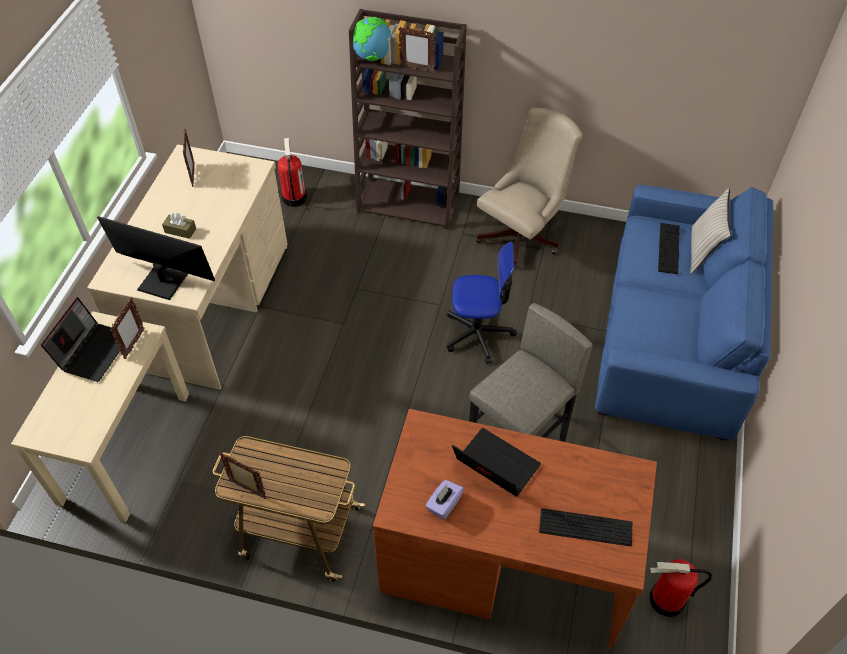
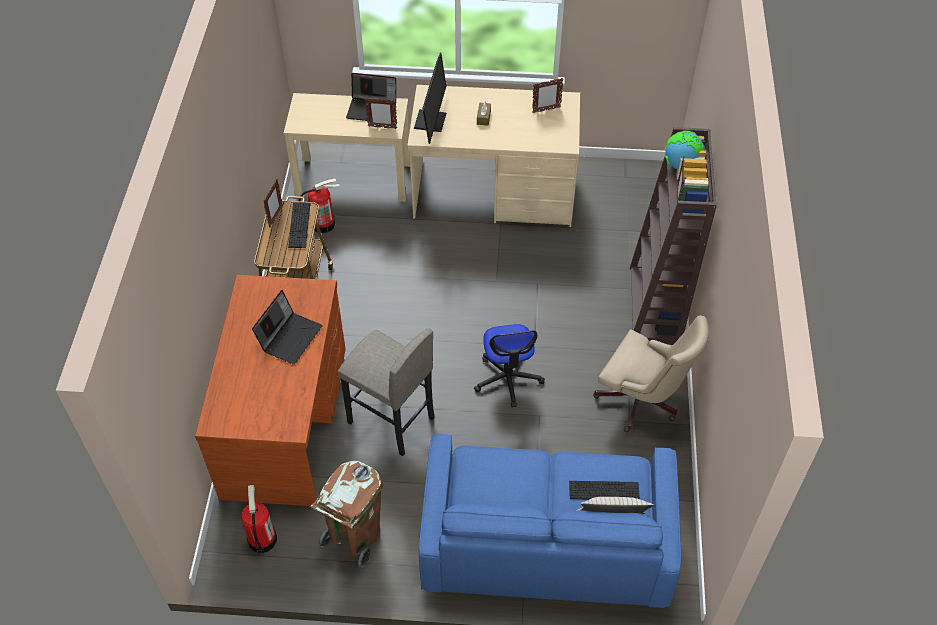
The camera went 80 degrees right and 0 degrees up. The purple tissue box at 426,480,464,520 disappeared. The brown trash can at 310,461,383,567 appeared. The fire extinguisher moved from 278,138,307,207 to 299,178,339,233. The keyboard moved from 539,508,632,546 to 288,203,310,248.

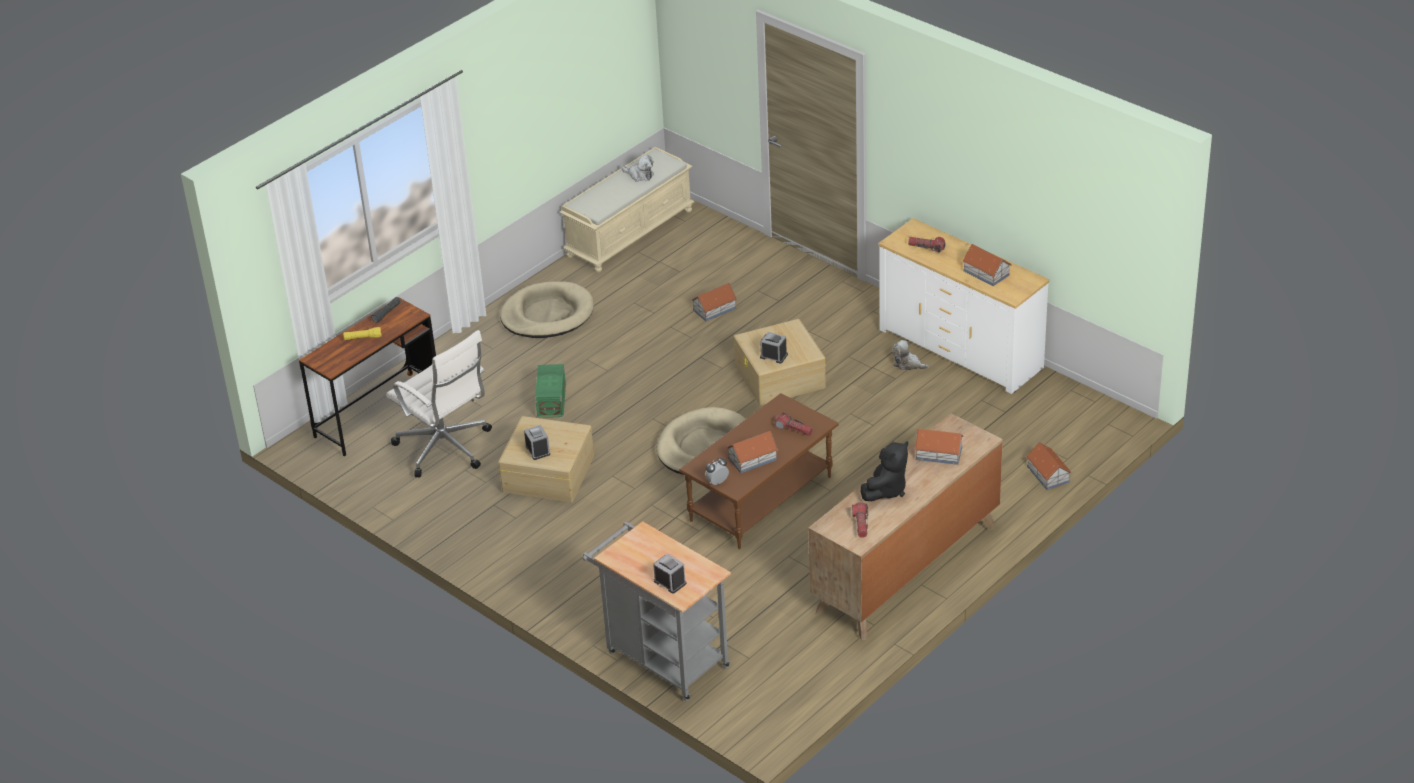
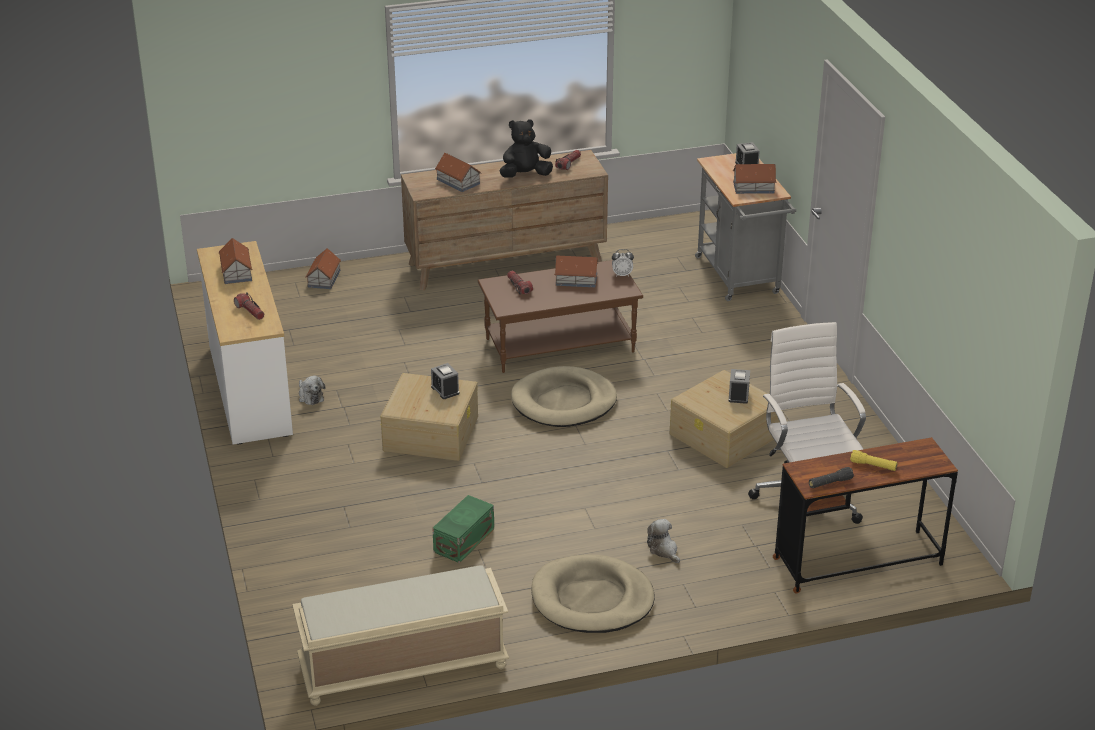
The camera went 150 degrees left and 5 degrees down. The green storage box moved from 535,364,566,418 to 432,495,494,563. The plush toy moved from 621,155,654,182 to 647,519,680,563. The toy house moved from 691,283,737,321 to 733,164,776,194.

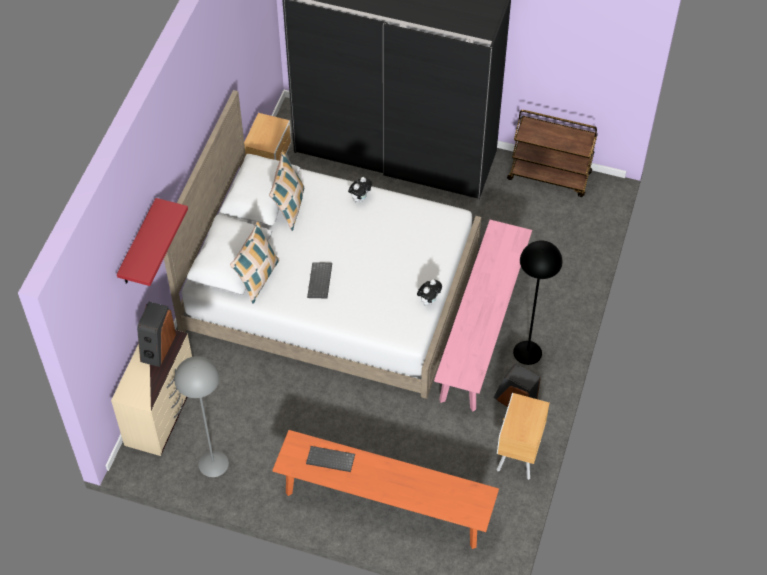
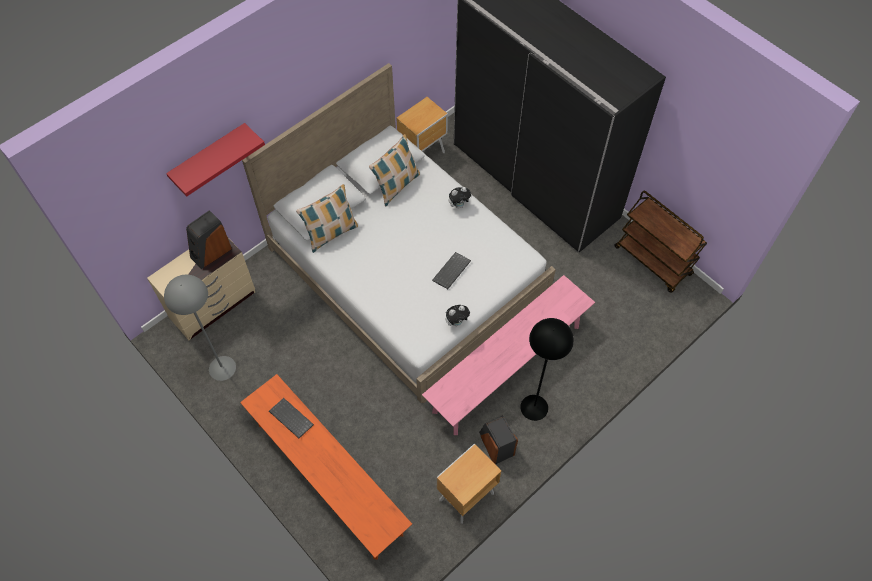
The camera went 30 degrees right and 5 degrees up. The keyboard moved from 307,262,332,298 to 432,252,471,289.

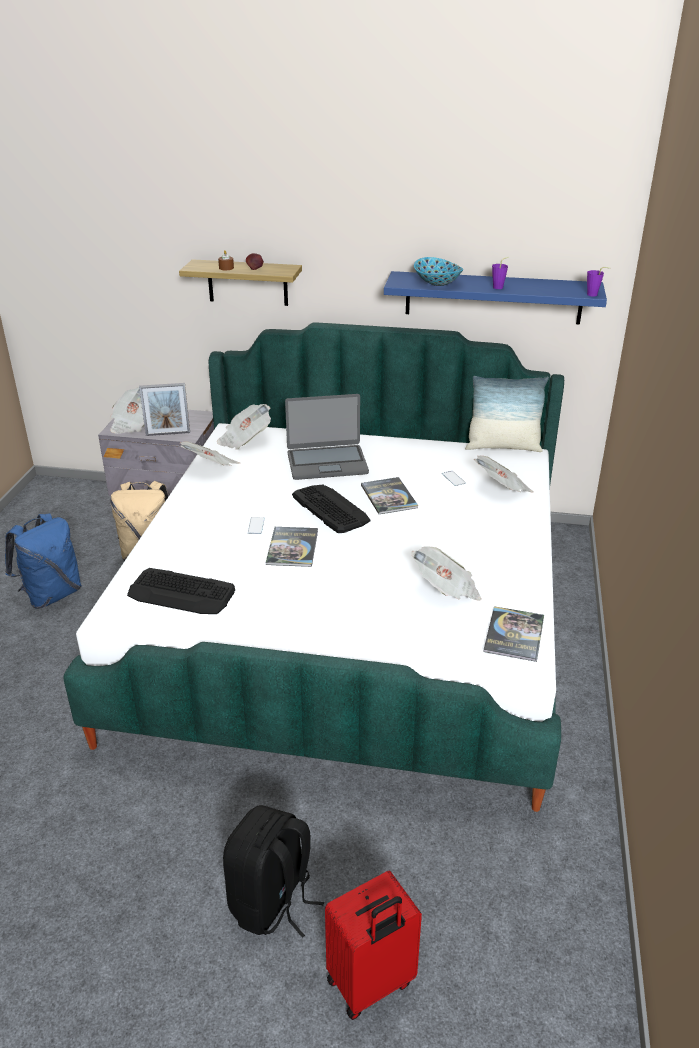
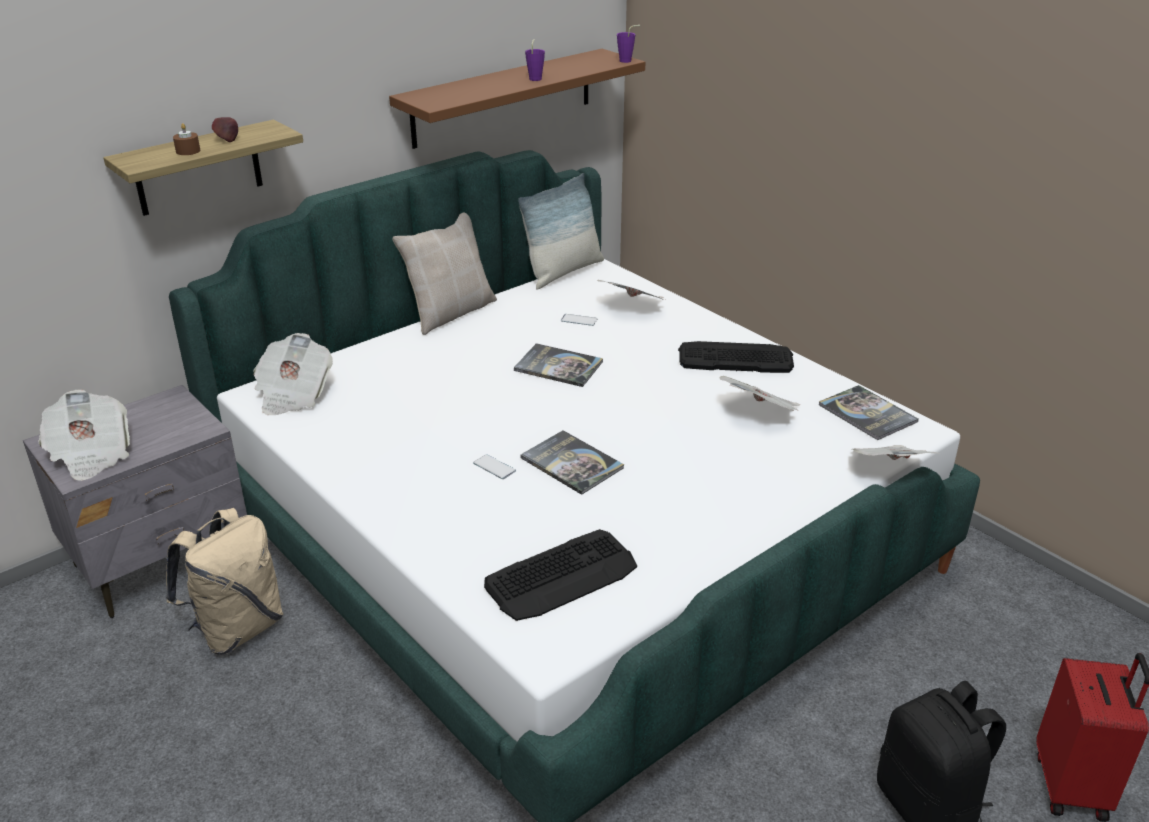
The camera went 50 degrees left and 0 degrees up. The blue backpack at 5,513,82,609 disappeared. The picture frame at 139,383,190,436 disappeared. The laptop at 285,394,369,480 disappeared. The bowl at 414,257,463,286 disappeared. The beige pillow at 392,212,497,335 appeared. The newspaper moved from 180,442,240,466 to 852,445,941,460. The keyboard moved from 292,485,370,533 to 678,341,794,373. The blue shelf at 384,271,607,325 became the brown shelf at 389,49,645,149.

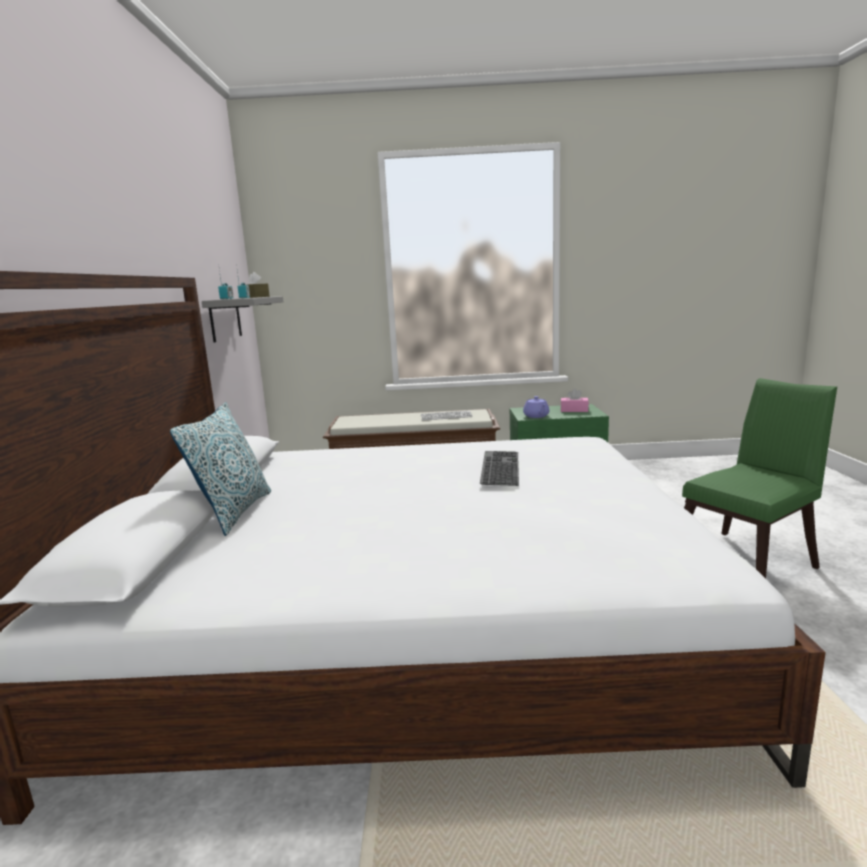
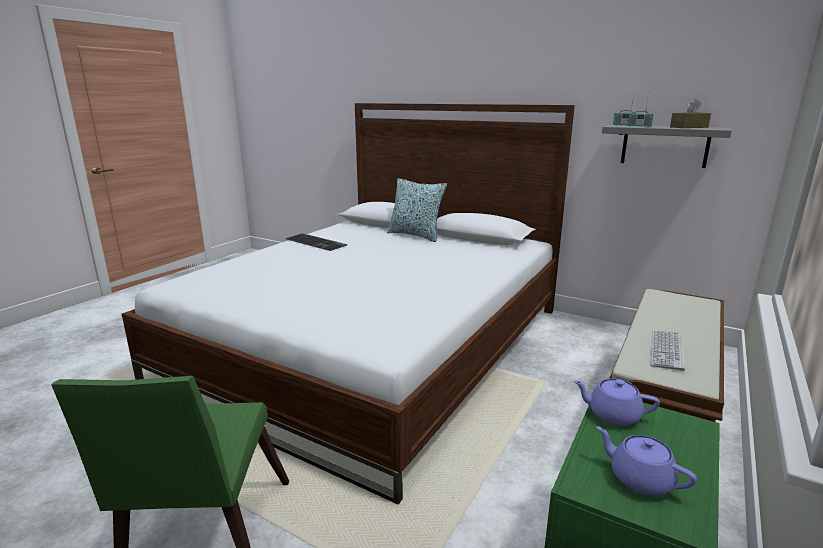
The camera went 120 degrees right and 5 degrees up. The keyboard moved from 480,451,519,486 to 286,233,347,251. The pink tissue box at 560,388,589,412 was replaced by the purple teapot at 596,426,697,496.

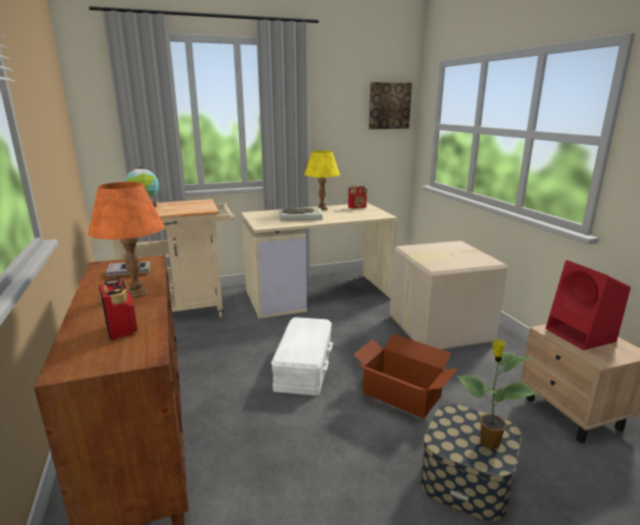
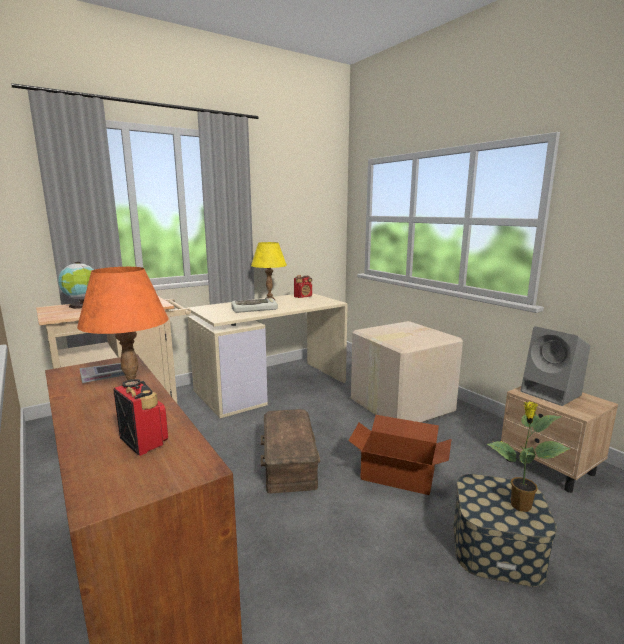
The camera went 15 degrees left and 5 degrees down. The picture at 369,82,412,129 disappeared. The white storage box at 271,317,333,396 became the brown storage box at 261,409,320,494. The red speaker at 546,260,631,350 became the grey speaker at 520,326,590,406.

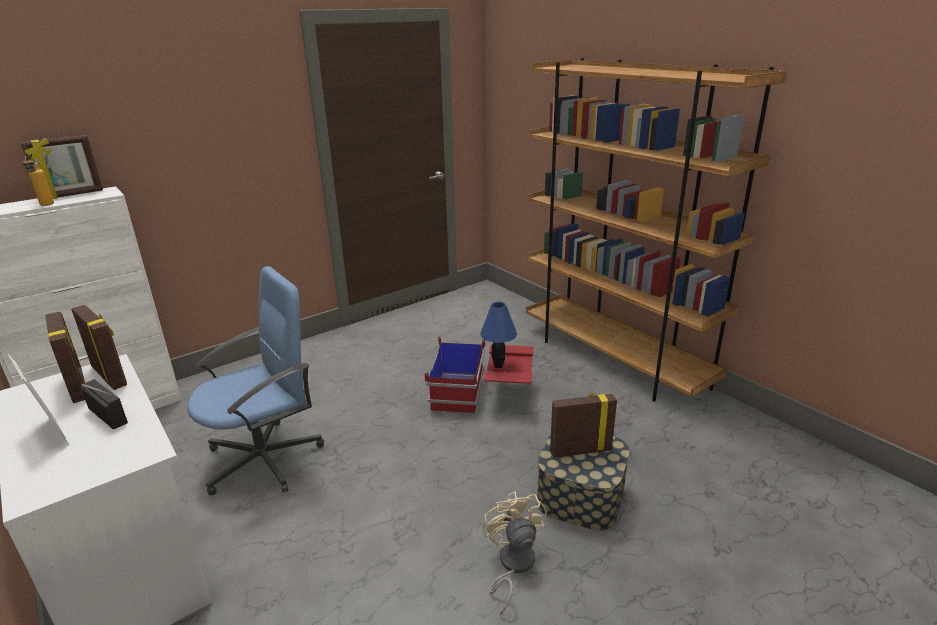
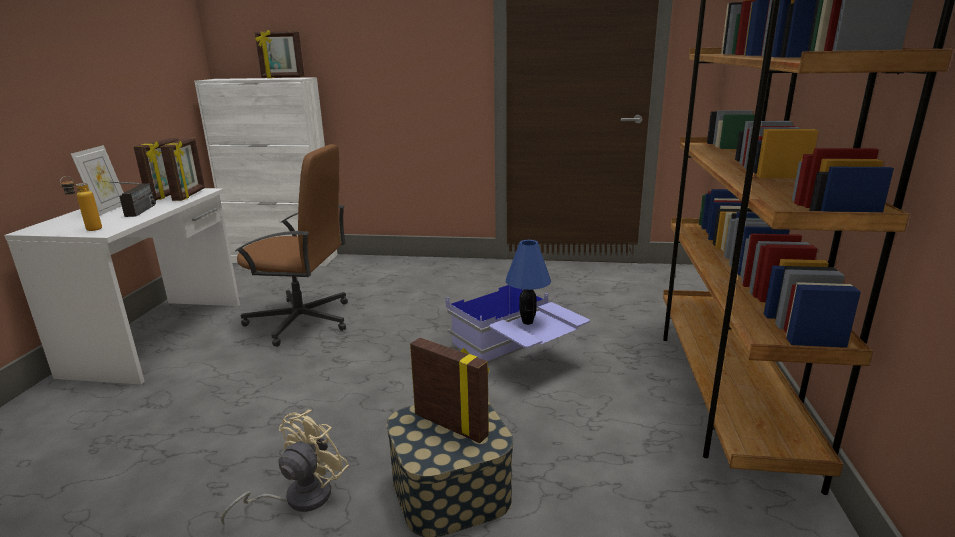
The camera went 45 degrees right and 5 degrees down. The bottle moved from 22,155,54,206 to 60,176,102,231. The blue office chair at 187,266,324,496 became the brown office chair at 235,144,348,347. The red storage box at 425,337,534,414 became the blue storage box at 445,285,590,363.

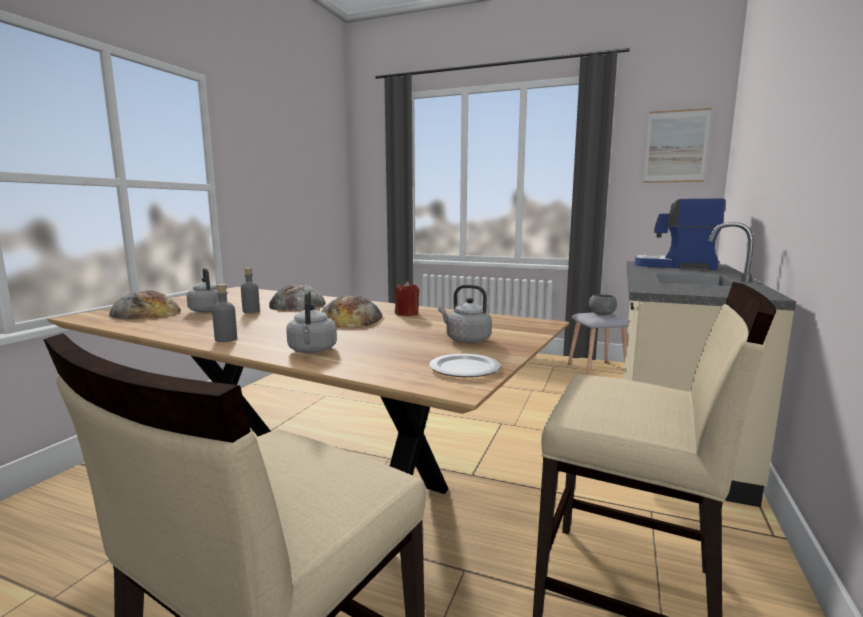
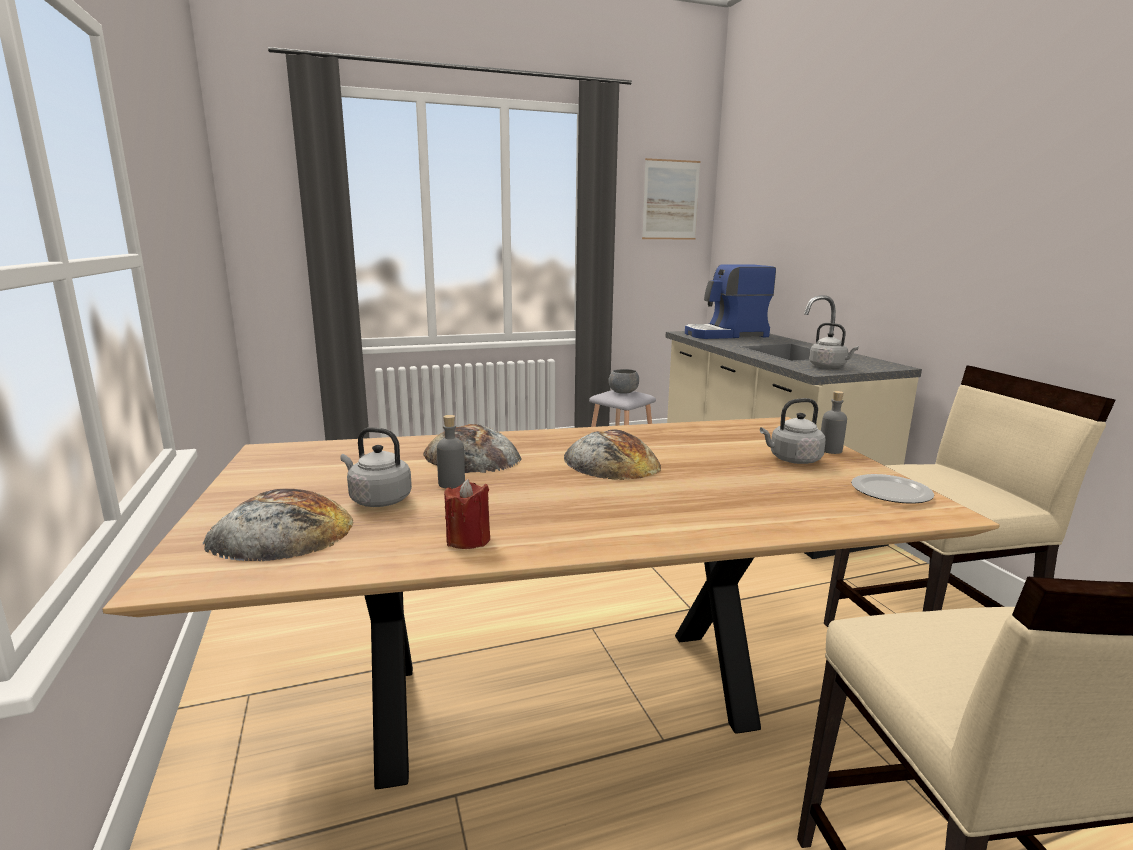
The camera went 40 degrees left and 5 degrees up. The grey bottle moved from 212,284,237,342 to 821,391,847,454. The grey kettle moved from 286,290,337,353 to 809,323,859,368. The red candle moved from 395,281,419,316 to 444,479,490,549.

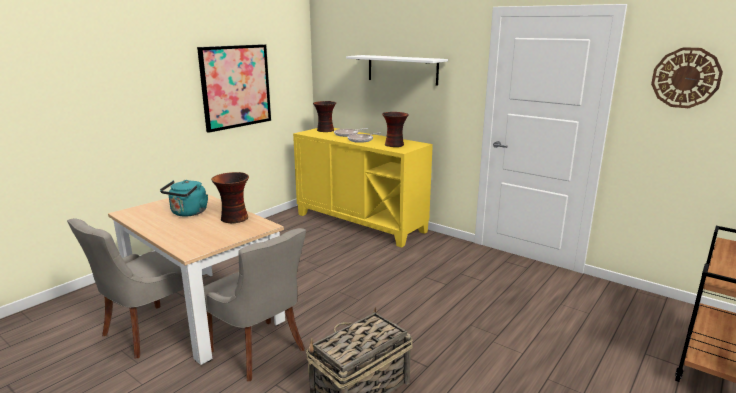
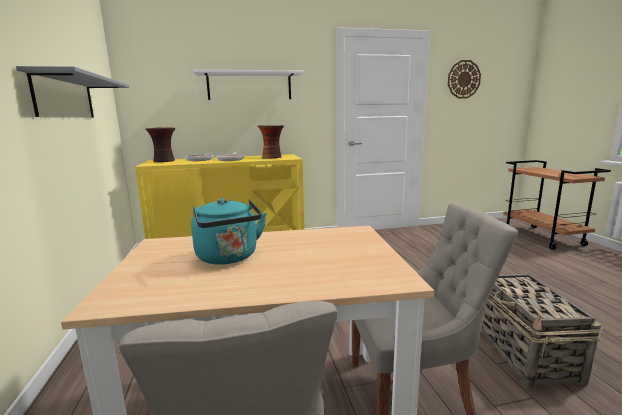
The camera went 50 degrees left and 5 degrees down. The vase at 211,172,249,223 disappeared. The picture at 197,44,271,133 was replaced by the grey shelf at 16,66,129,118.

